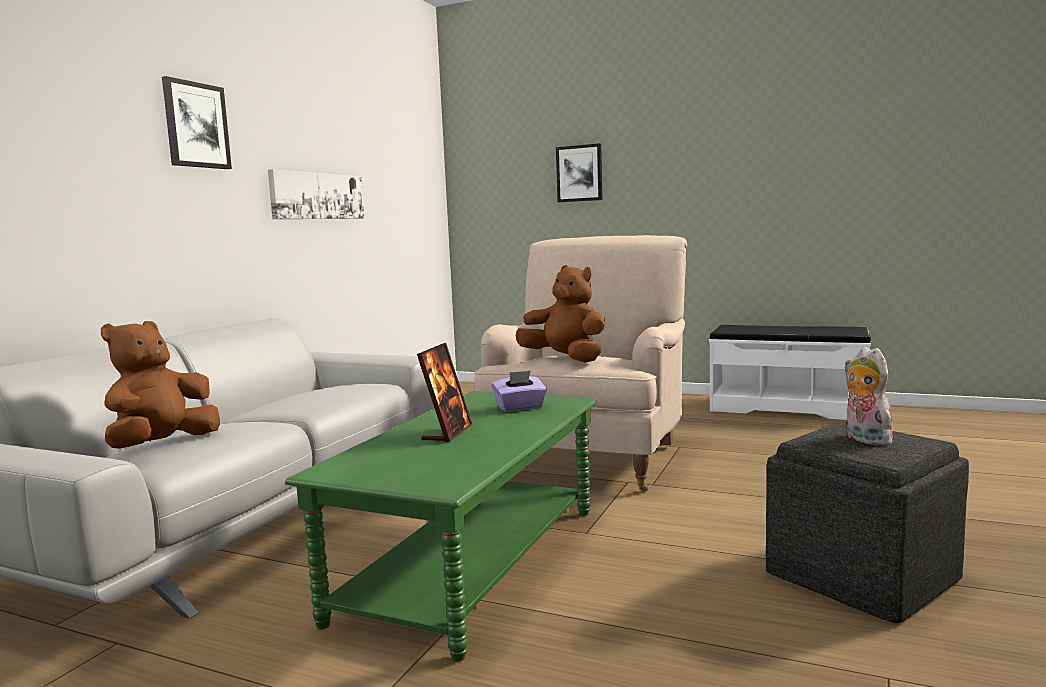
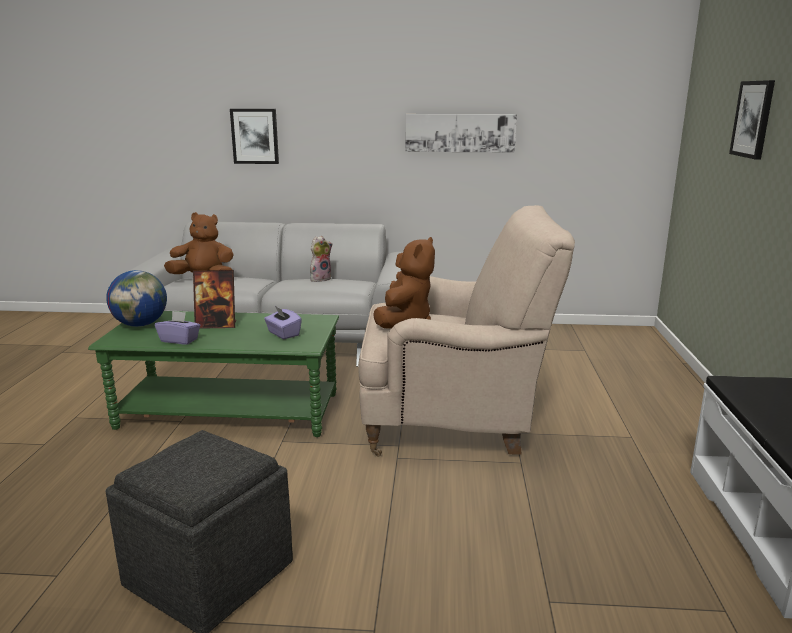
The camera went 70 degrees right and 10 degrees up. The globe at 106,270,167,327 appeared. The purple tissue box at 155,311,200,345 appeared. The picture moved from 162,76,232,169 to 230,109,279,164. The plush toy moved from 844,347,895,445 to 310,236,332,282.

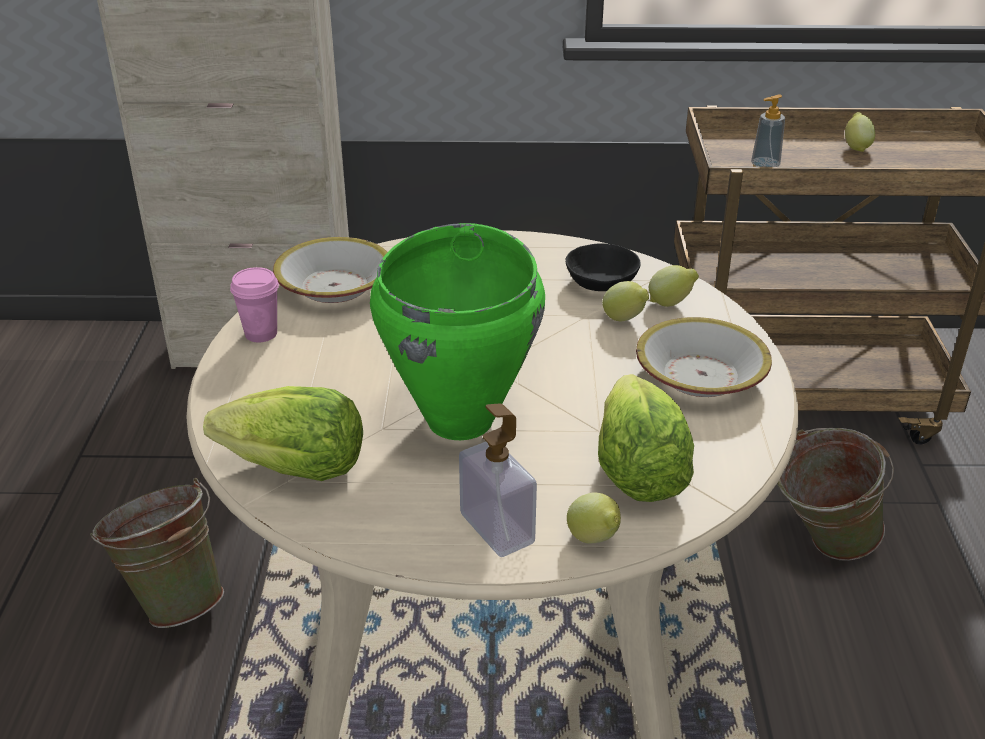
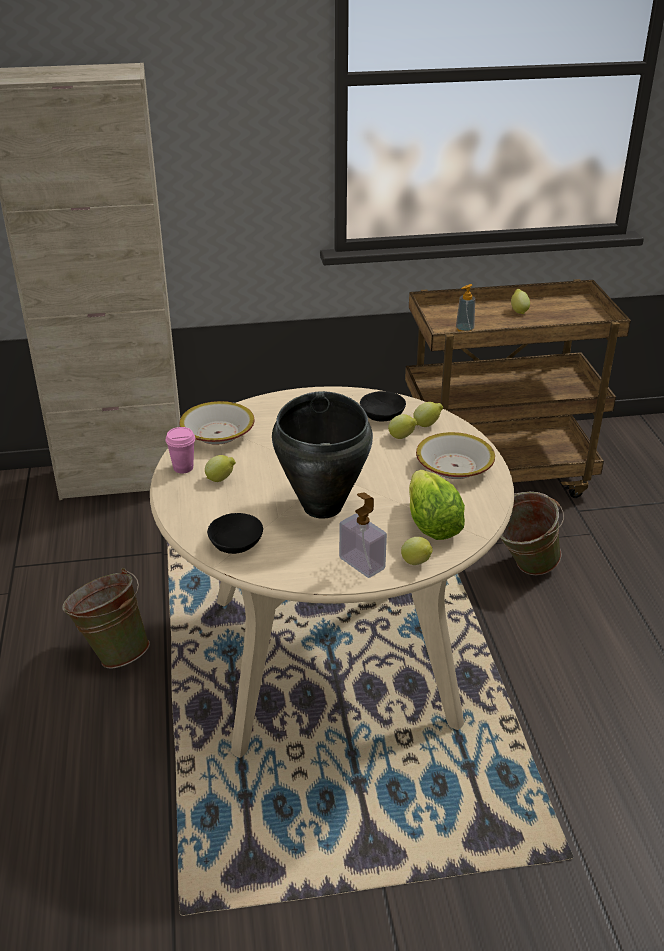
The camera went 10 degrees left and 0 degrees up. The lemon at 205,455,236,482 appeared. The lettuce at 203,386,363,481 was replaced by the black bowl at 207,513,263,554. The green cooking pot at 370,223,545,440 became the black cooking pot at 272,391,373,519.

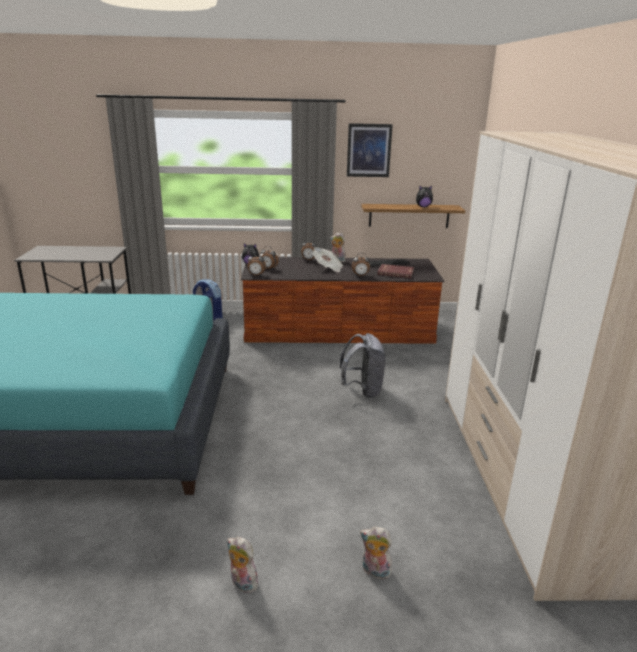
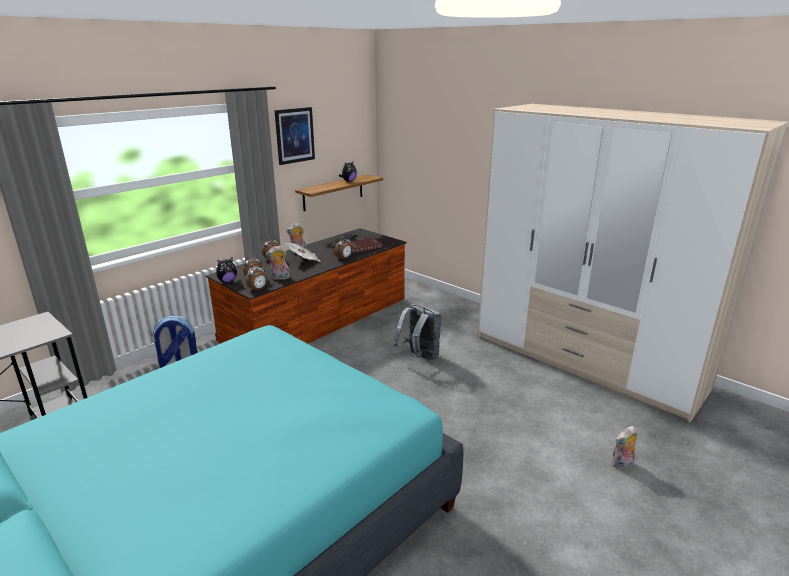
The camera went 45 degrees left and 0 degrees up. The plush toy moved from 227,537,258,593 to 266,245,290,280.

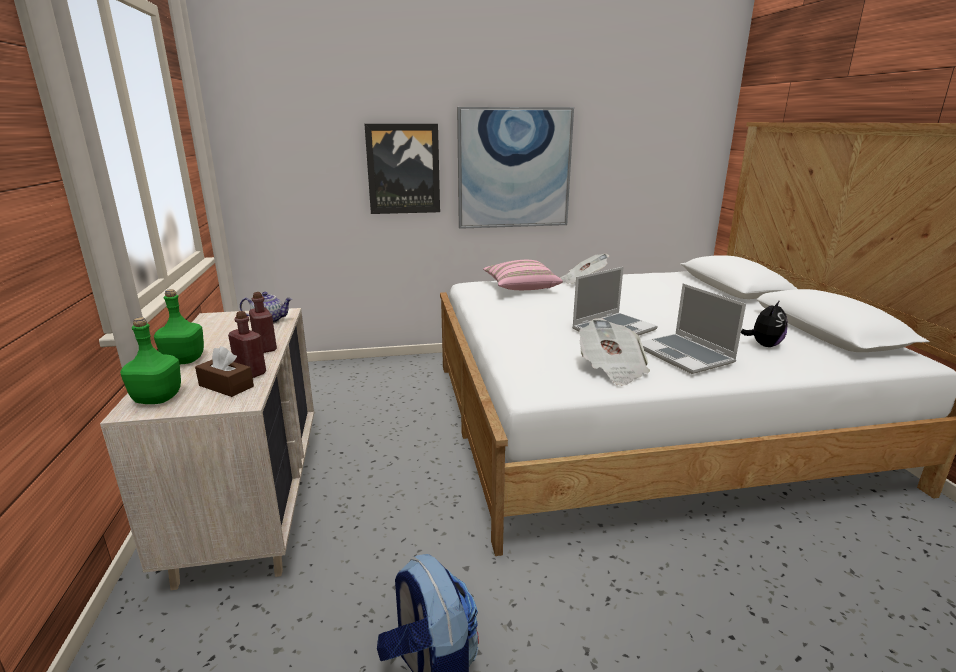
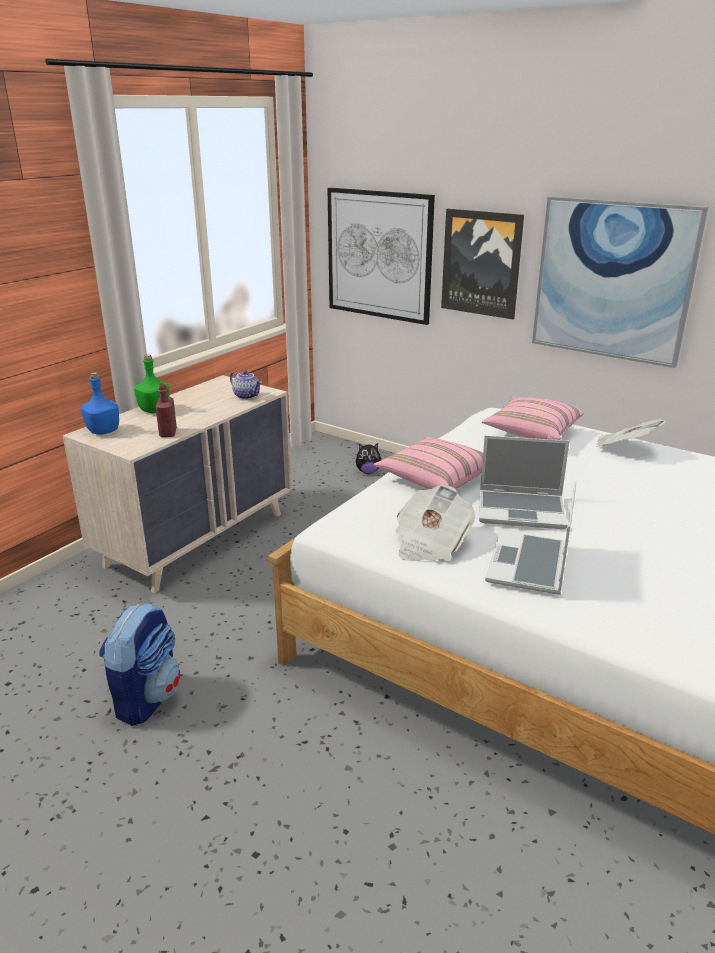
The camera went 45 degrees right and 5 degrees up. The brown tissue box at 195,346,254,397 disappeared. The red bottle at 249,292,277,353 disappeared. The picture at 327,188,435,325 appeared. The pink pillow at 374,437,483,489 appeared. The plush toy moved from 741,300,788,347 to 356,443,382,474. The green bottle at 120,317,181,404 became the blue bottle at 81,372,119,435.

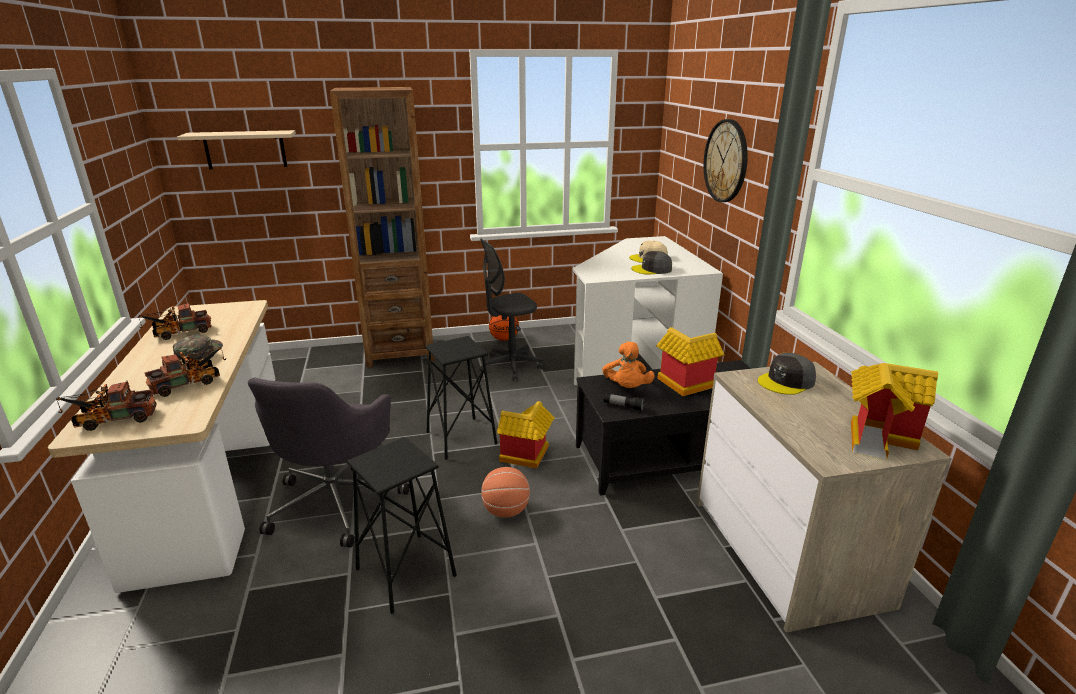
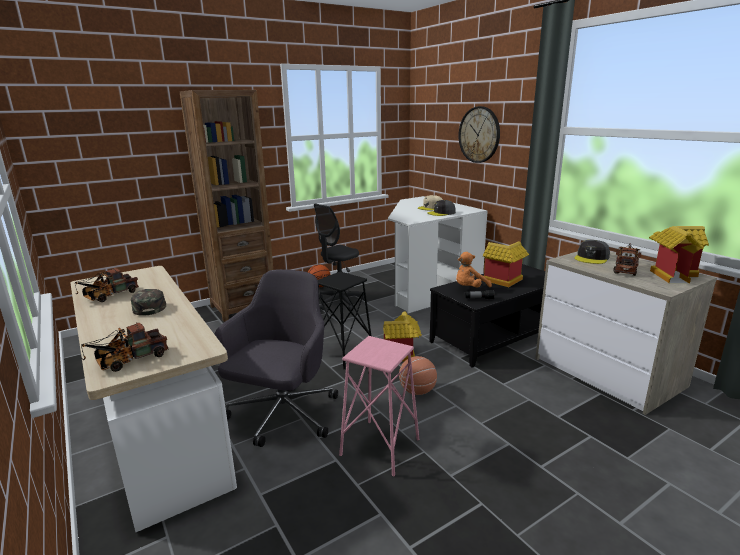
The camera went 20 degrees left and 5 degrees down. The beige shelf at 177,130,296,169 disappeared. The toy truck moved from 145,347,226,397 to 613,244,641,276. The black stool at 347,437,457,614 became the pink stool at 339,336,419,477. The grey office chair at 248,378,410,548 turned 150 degrees counterclockwise. The orange plush toy at 602,342,655,388 turned 75 degrees clockwise.

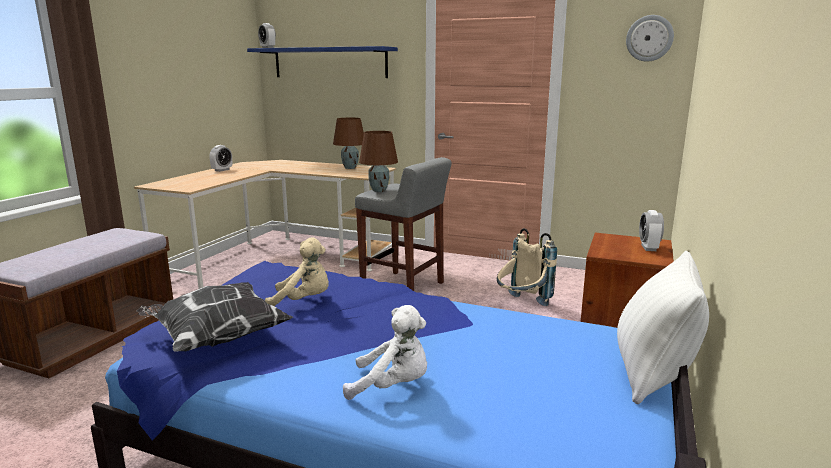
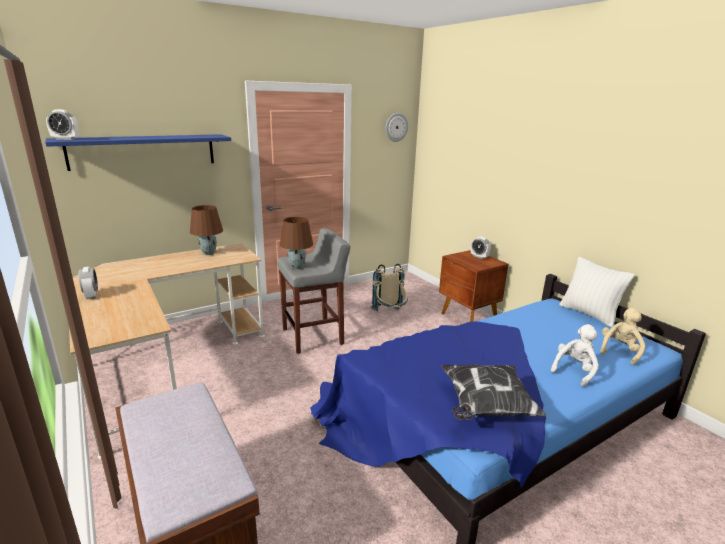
The camera went 55 degrees left and 5 degrees up. The beige plush toy moved from 265,237,329,306 to 600,308,646,365.

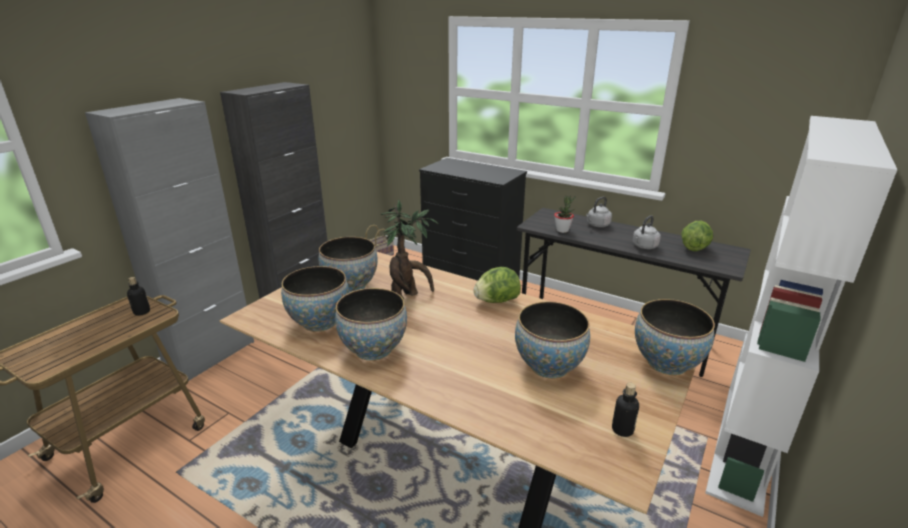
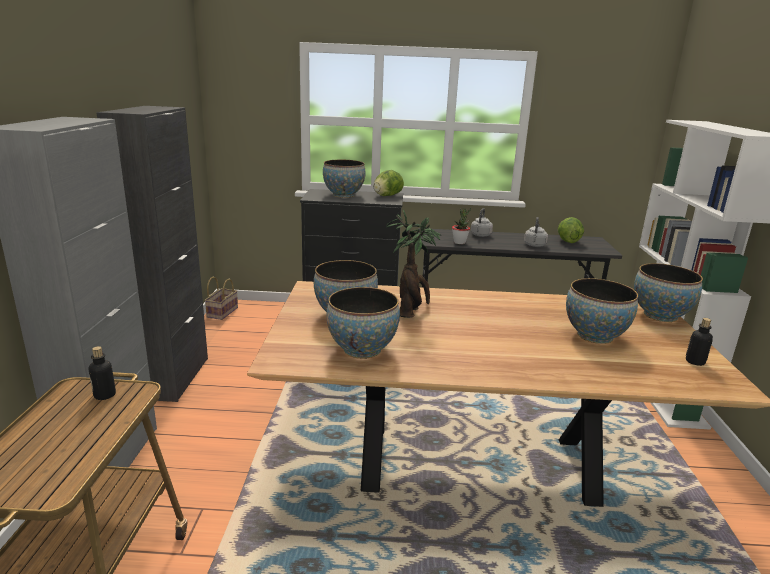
The camera went 30 degrees left and 5 degrees down. The bowl moved from 335,288,407,361 to 323,160,365,198. The lettuce moved from 474,267,521,303 to 374,170,404,196.

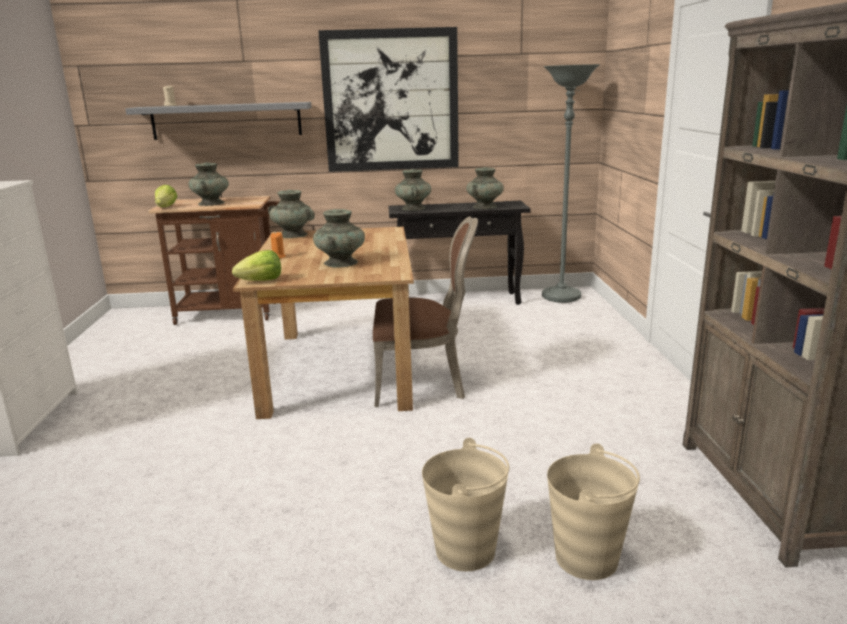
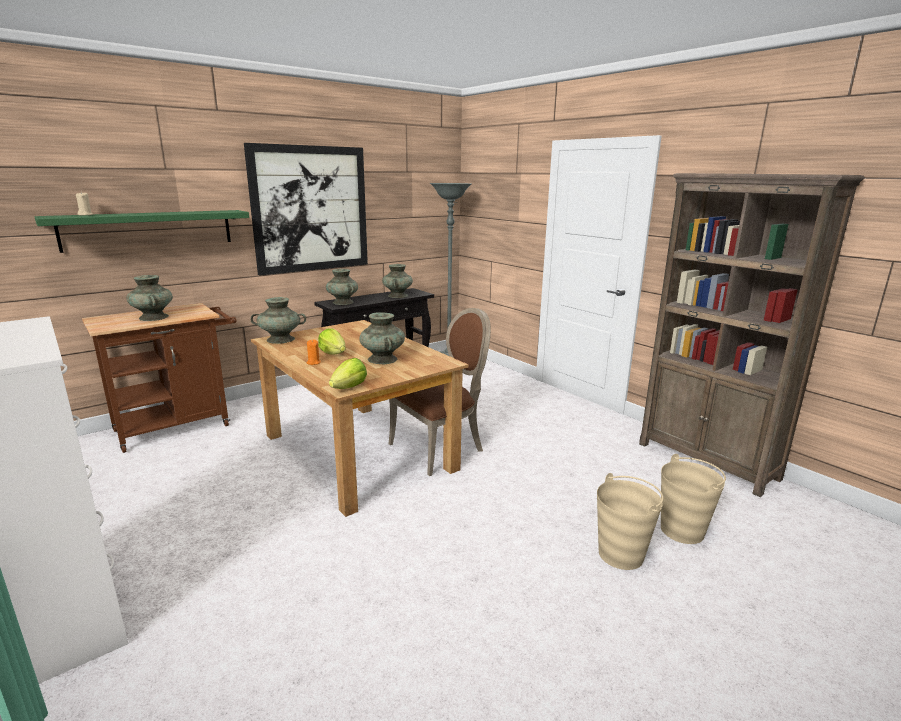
The camera went 35 degrees left and 0 degrees up. The lettuce moved from 155,185,177,207 to 318,329,346,355. The grey shelf at 125,102,312,140 became the green shelf at 34,210,249,253.

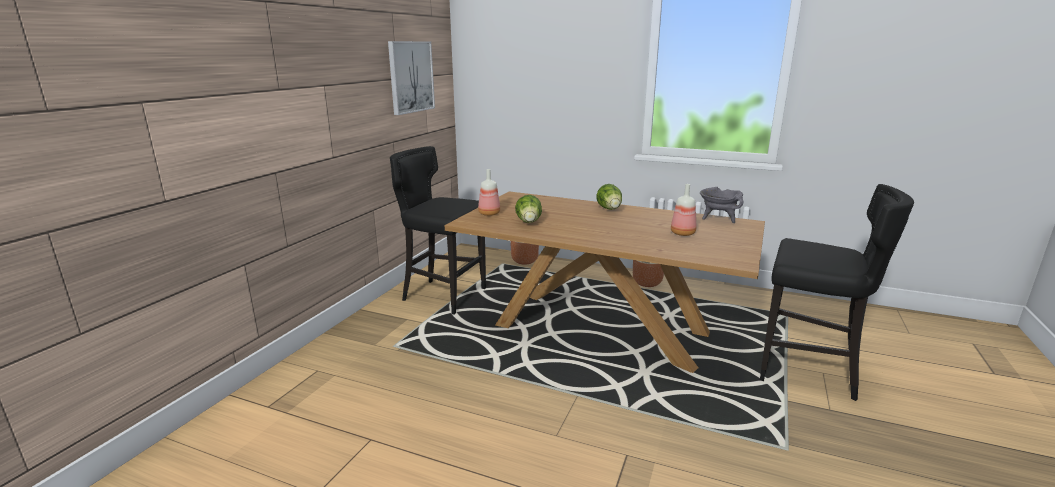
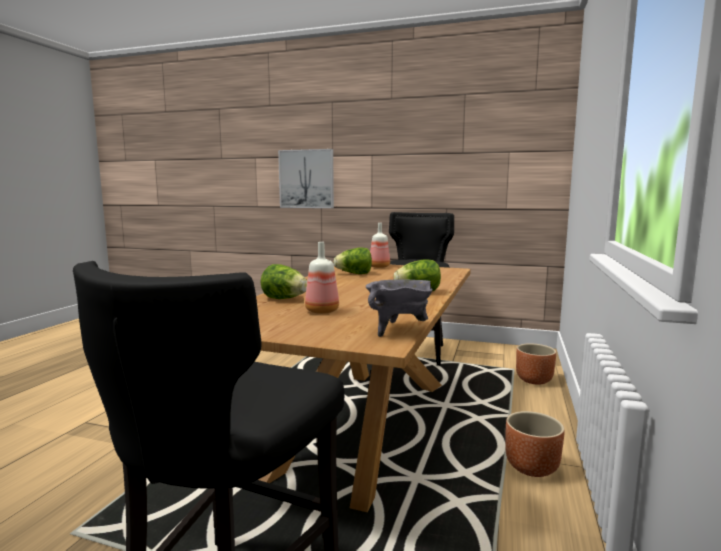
The camera went 85 degrees right and 10 degrees down. The lettuce at 261,264,307,299 appeared. The picture moved from 388,41,435,115 to 278,149,334,208.

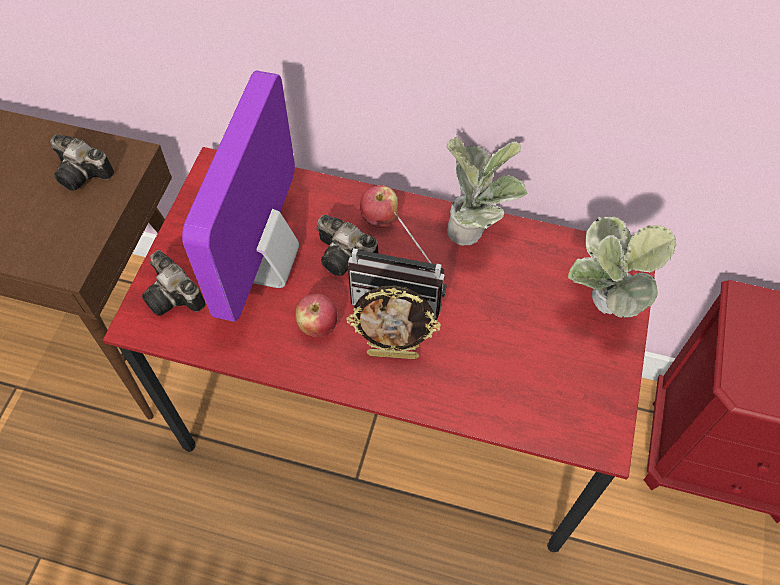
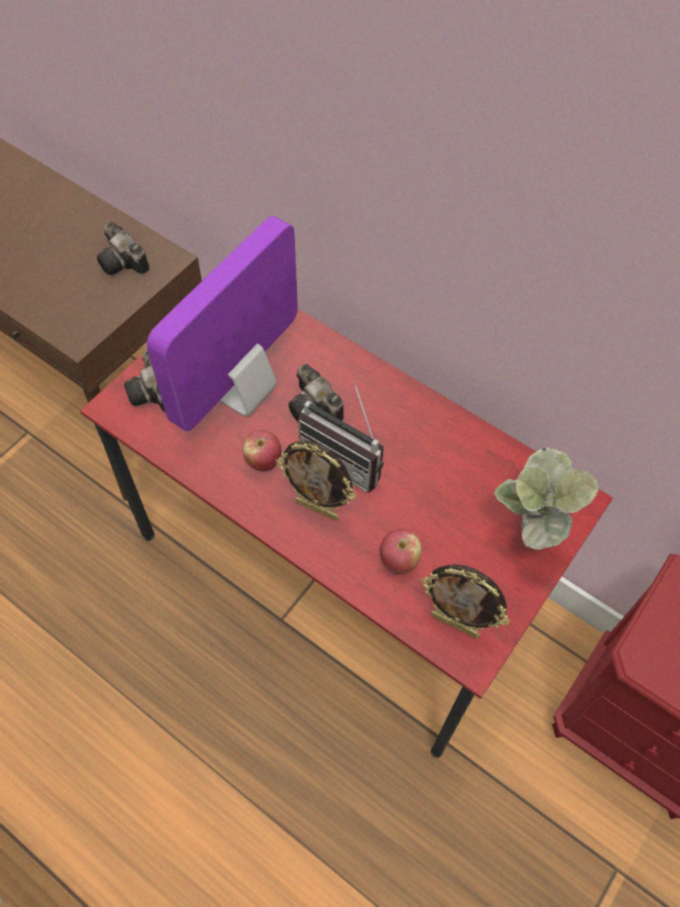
The camera went 20 degrees right and 0 degrees up. The potted plant at 446,137,528,246 disappeared. The picture frame at 421,564,510,638 appeared. The apple moved from 360,185,398,228 to 380,529,422,575.

